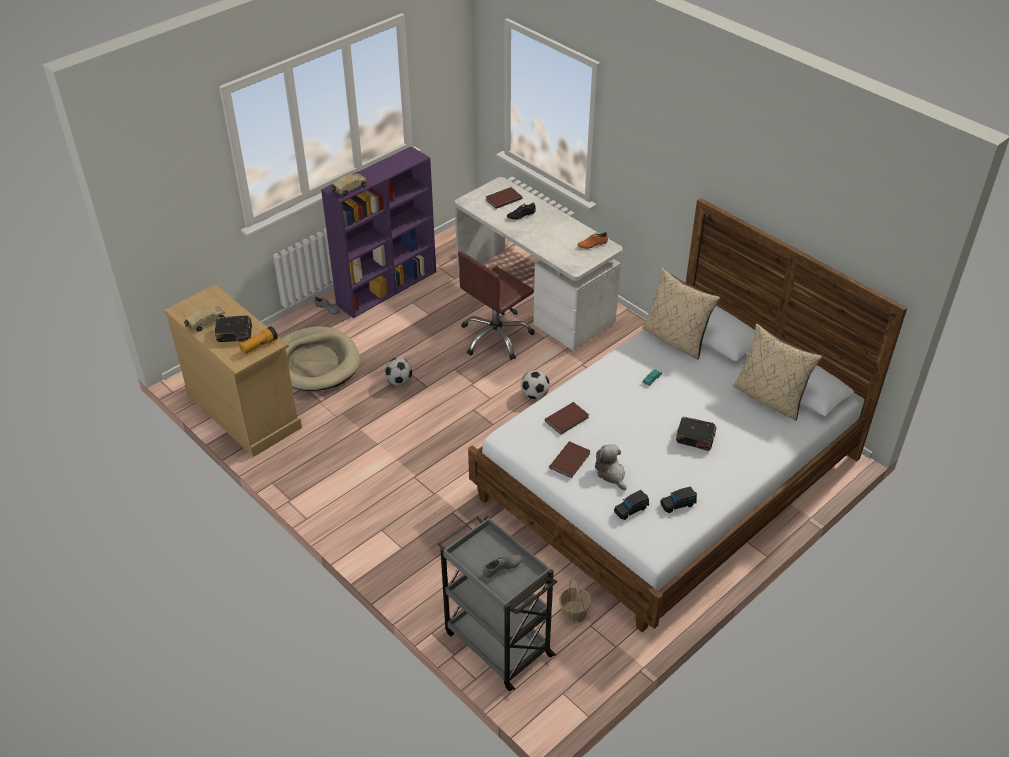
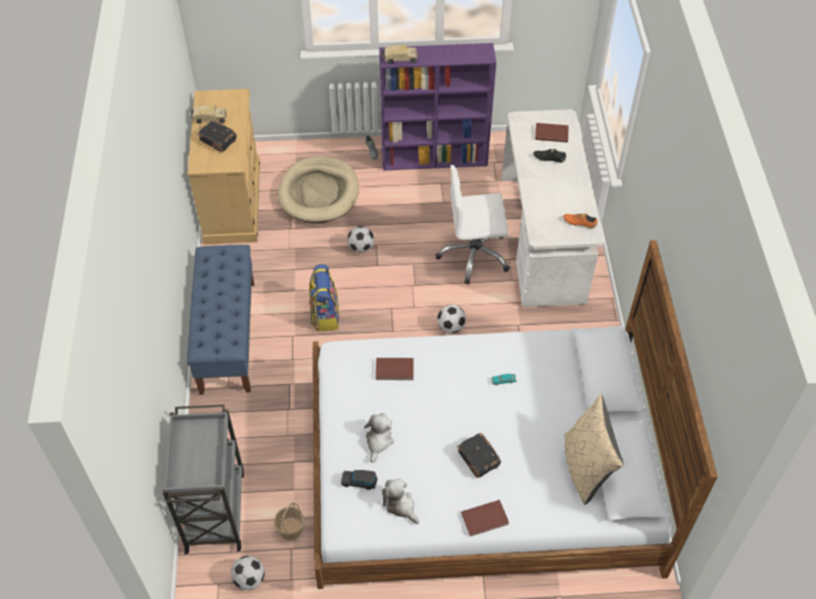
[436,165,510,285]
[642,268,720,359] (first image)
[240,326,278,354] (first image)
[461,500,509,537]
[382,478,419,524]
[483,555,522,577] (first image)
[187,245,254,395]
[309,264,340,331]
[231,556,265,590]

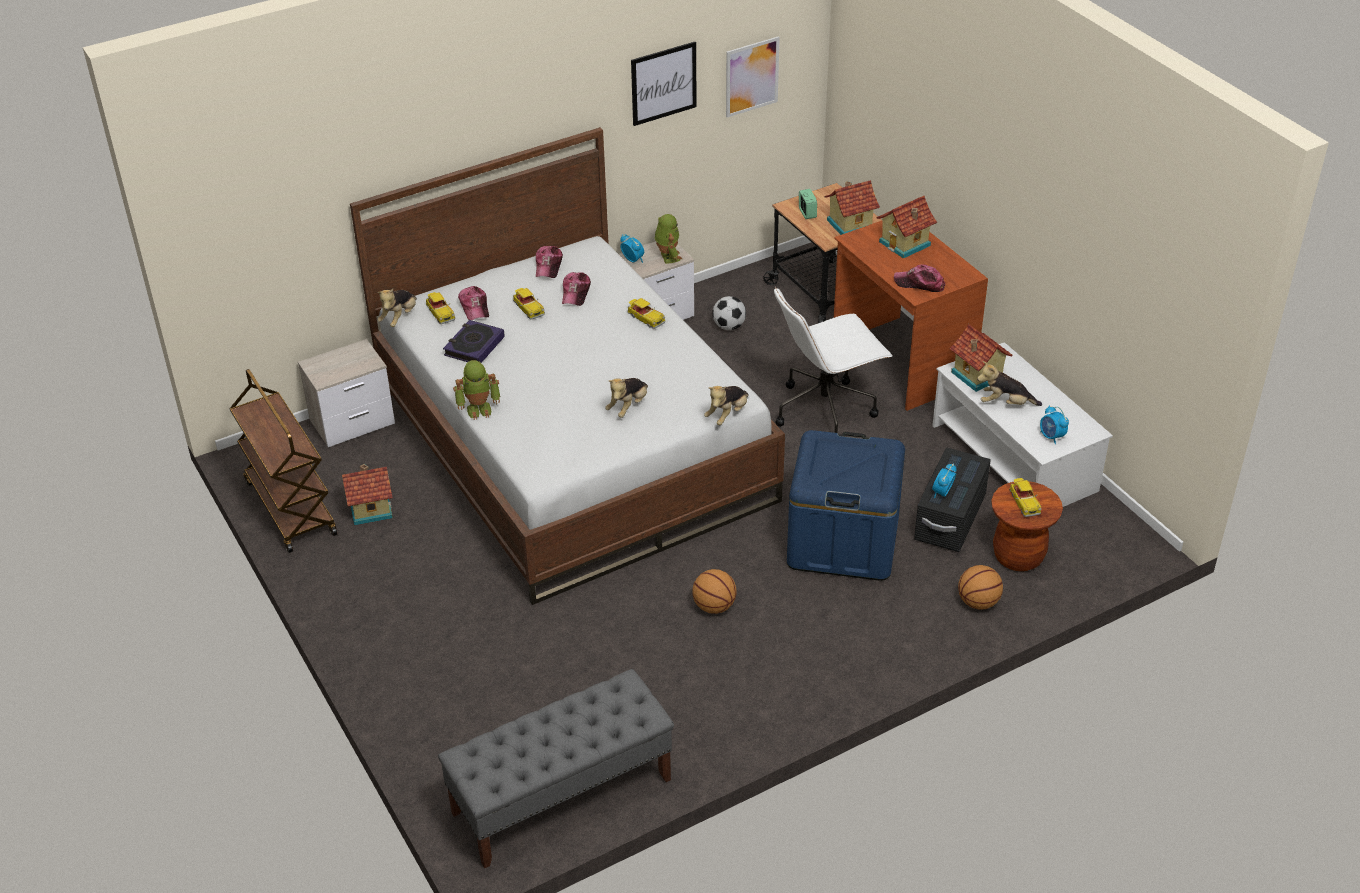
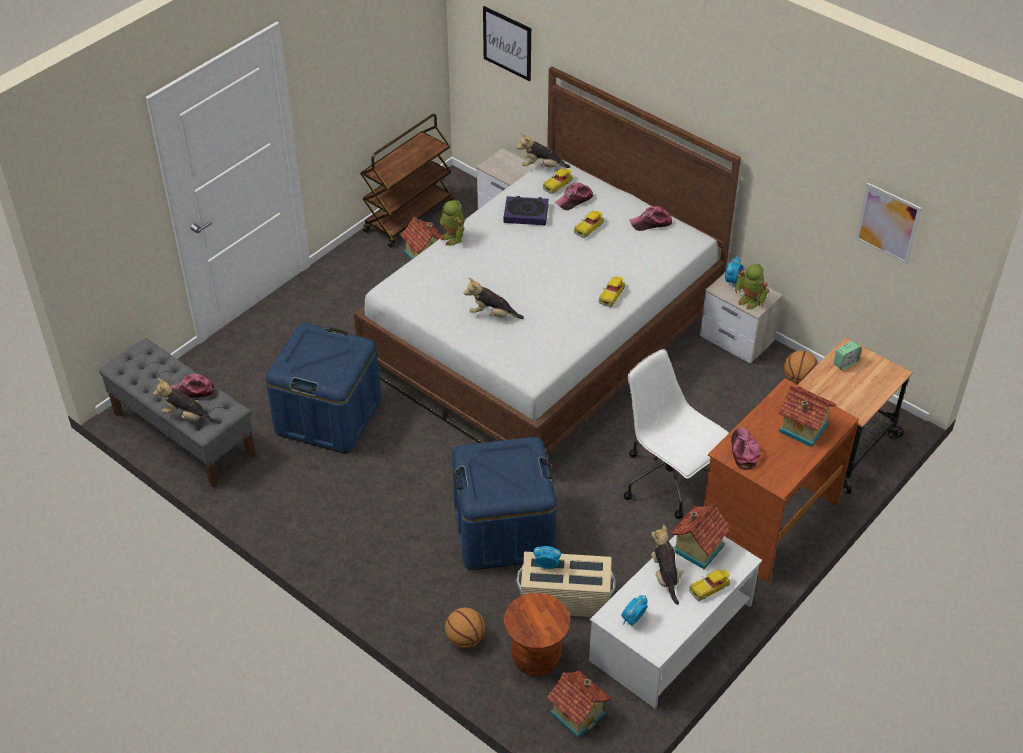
[483,6,531,81]
[547,671,611,738]
[735,264,769,310]
[171,374,214,398]
[712,296,746,330] (first image)
[153,378,218,423]
[516,552,616,617]
[689,569,730,601]
[784,350,818,385]
[265,323,381,453]

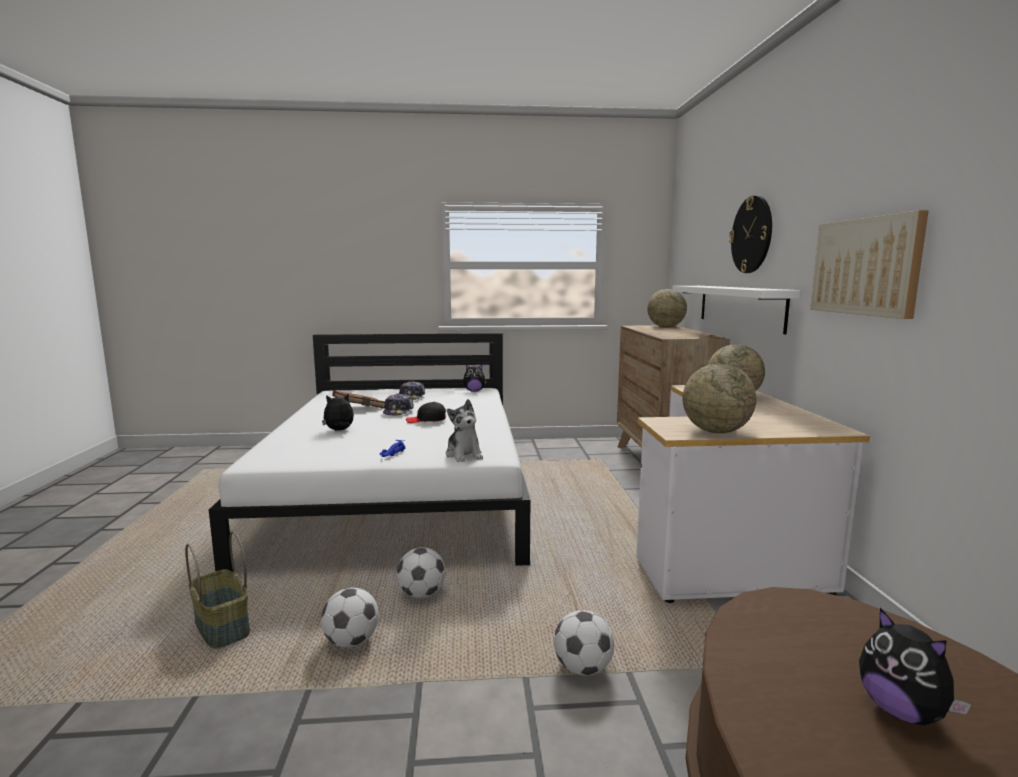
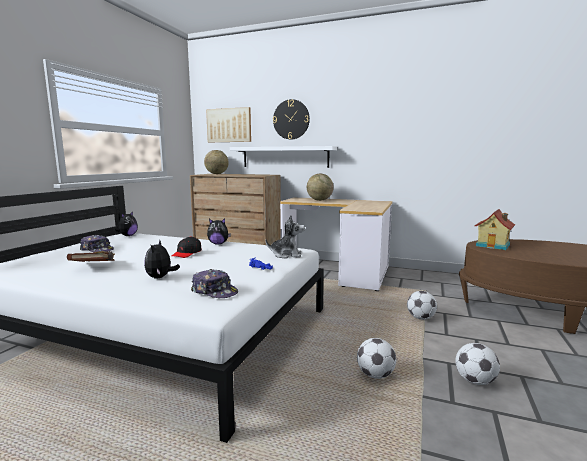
[206,107,251,142]
[683,364,756,433] (first image)
[191,269,238,298]
[185,531,250,648] (first image)
[455,343,500,385]
[207,219,231,244]
[475,209,515,250]

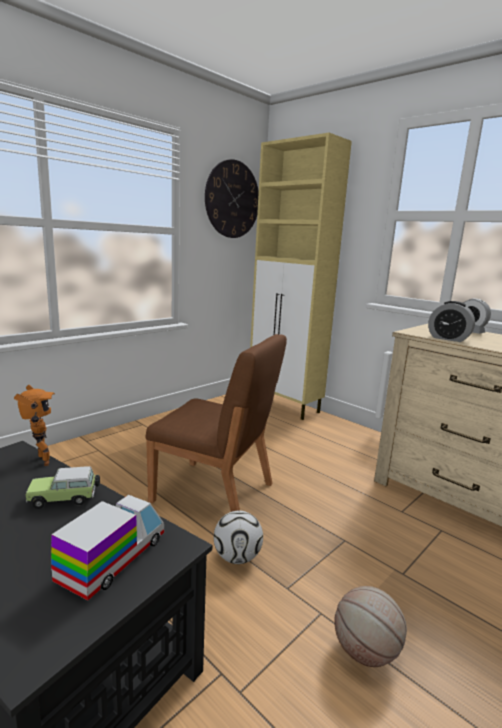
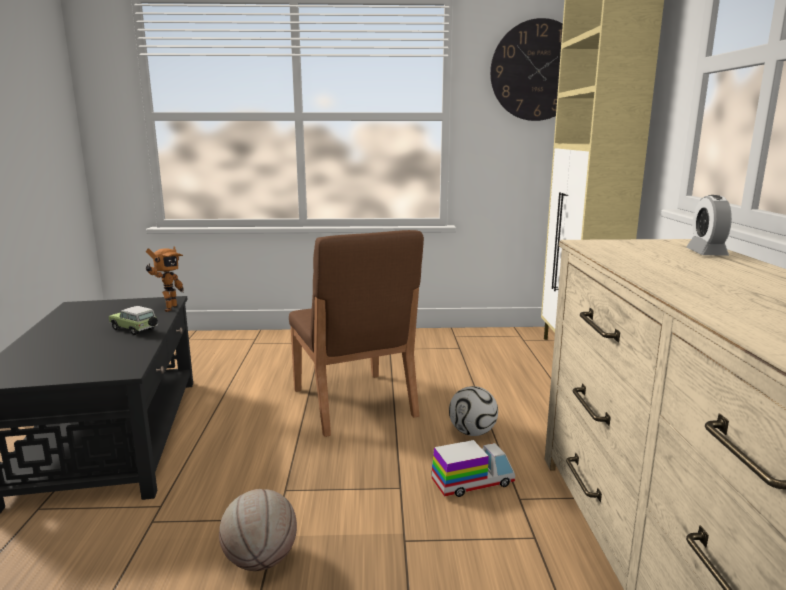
[428,301,475,342] (first image)
[432,440,515,497]
[449,386,498,436]

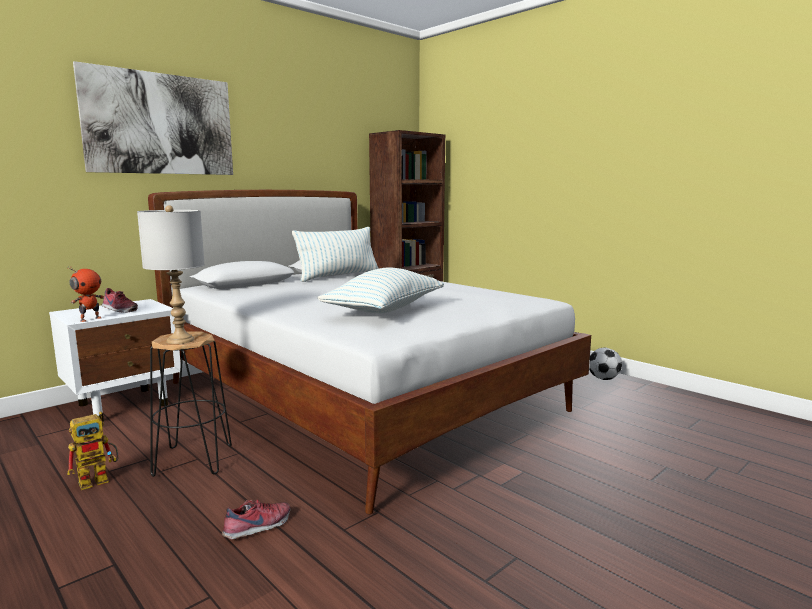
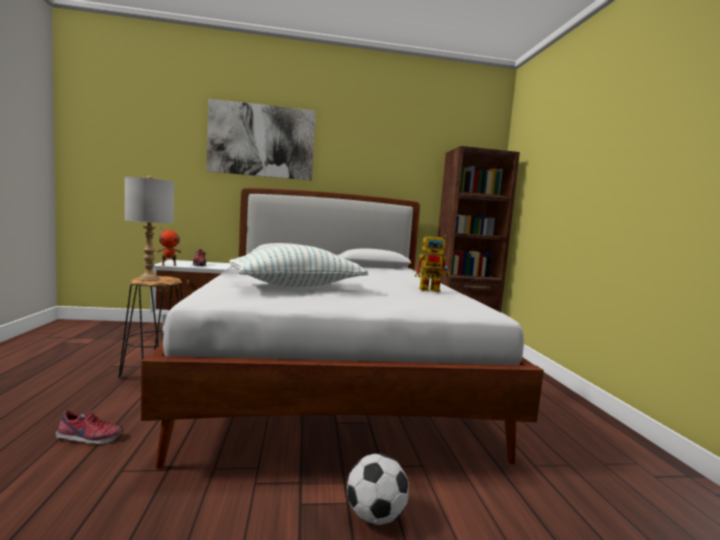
[292,227,379,282] (first image)
[347,453,409,525]
[415,235,450,292]

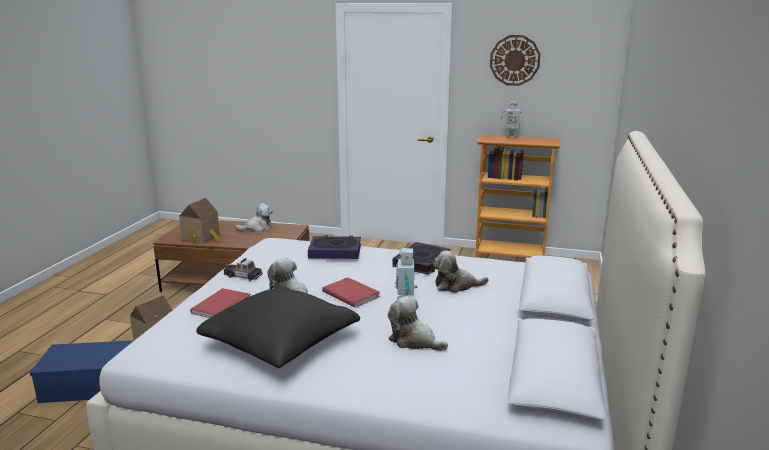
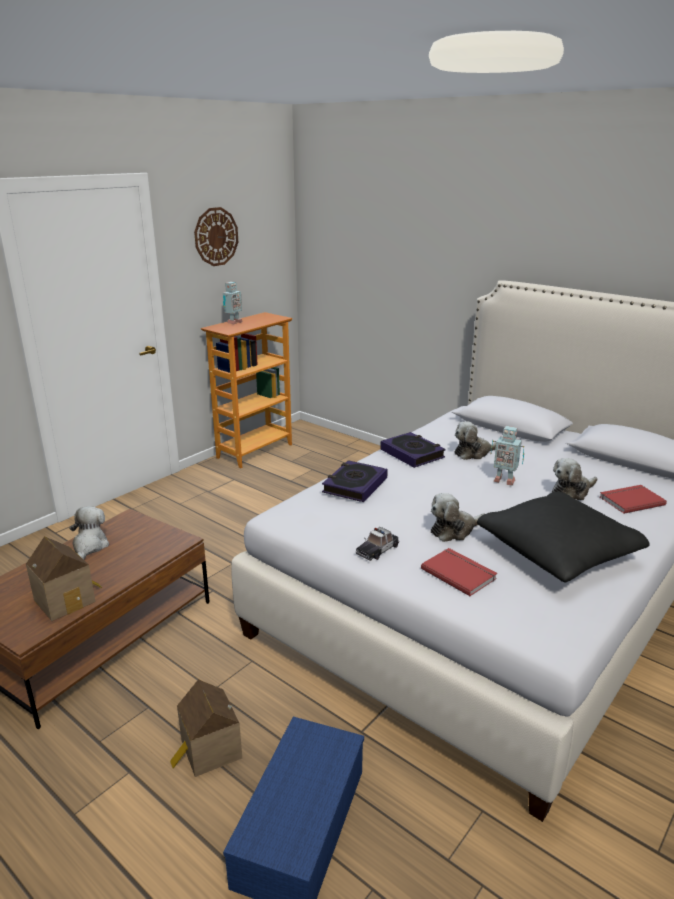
[455,421,496,460]
[600,485,667,514]

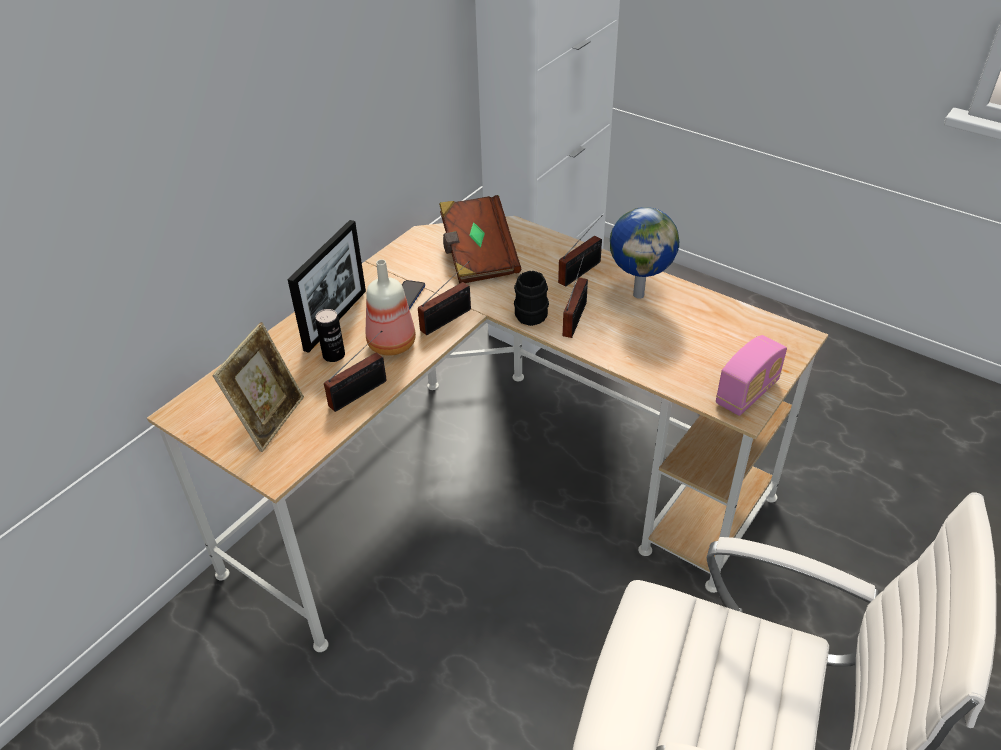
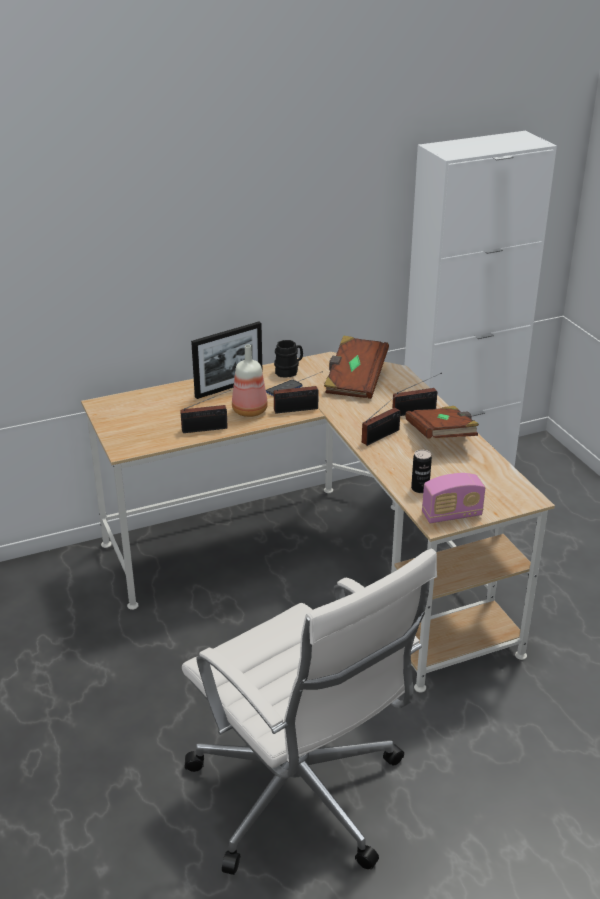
[405,406,479,439]
[274,340,303,378]
[411,450,432,493]
[212,322,304,452] (first image)

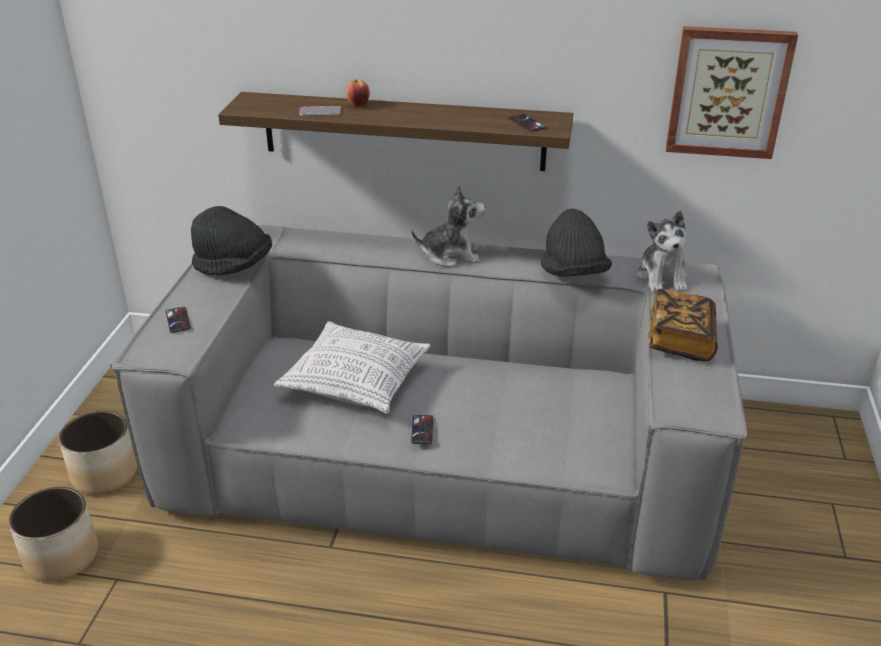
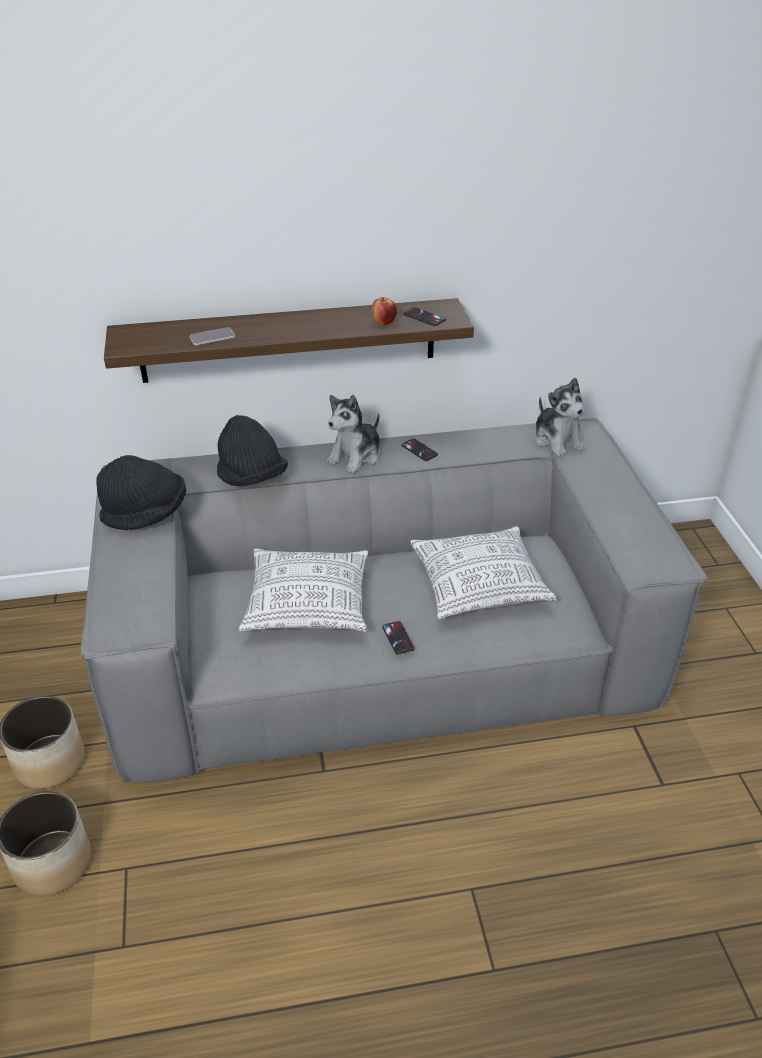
[666,26,798,159] (first image)
[371,297,397,326]
[327,395,381,474]
[217,415,288,486]
[647,289,718,362] (first image)
[401,438,438,461]
[410,526,557,619]

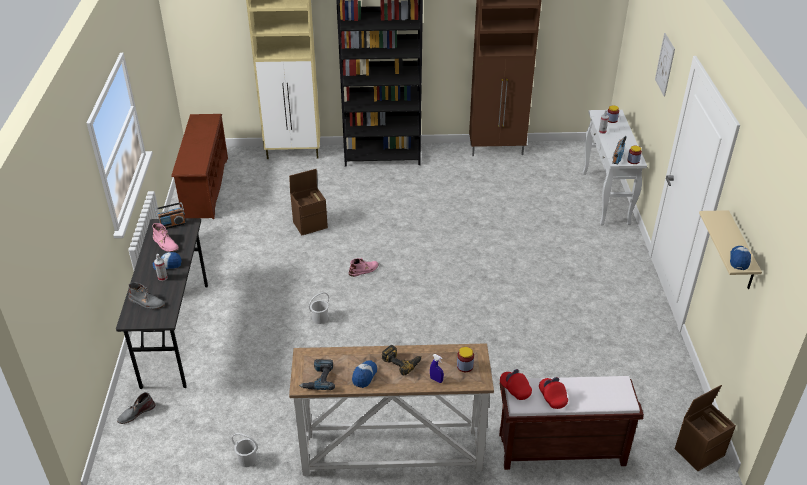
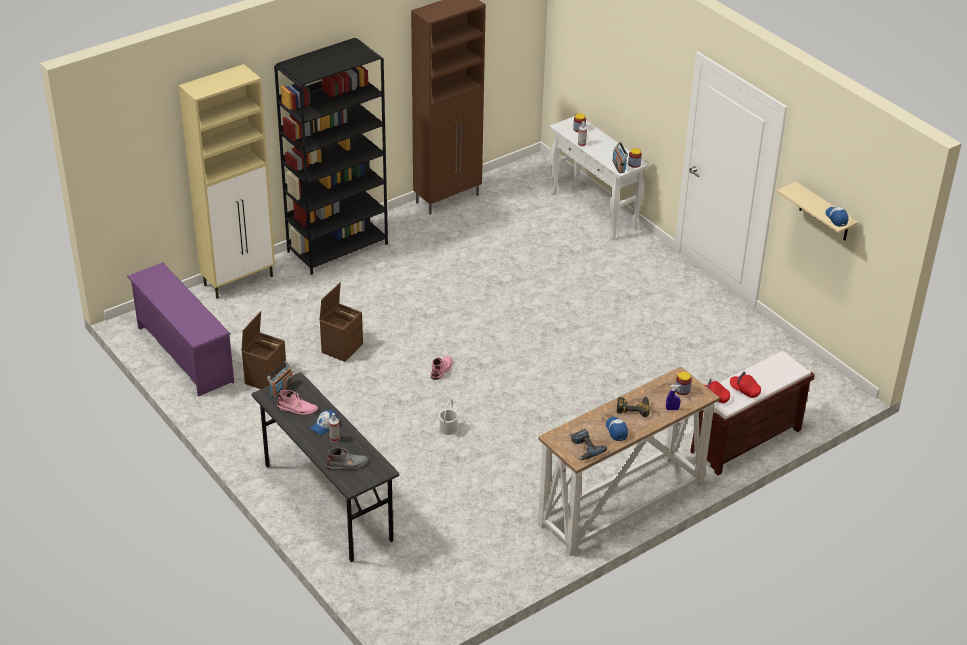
[655,33,675,96] (first image)
[127,262,234,397]
[242,311,286,389]
[117,392,155,424] (first image)
[232,433,258,467] (first image)

